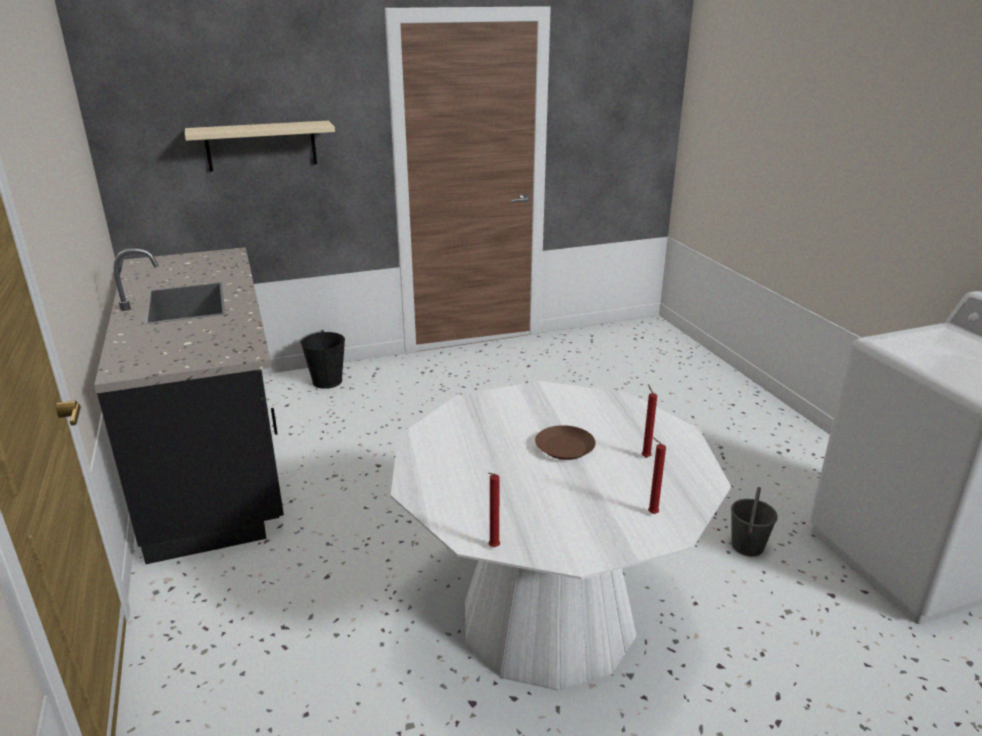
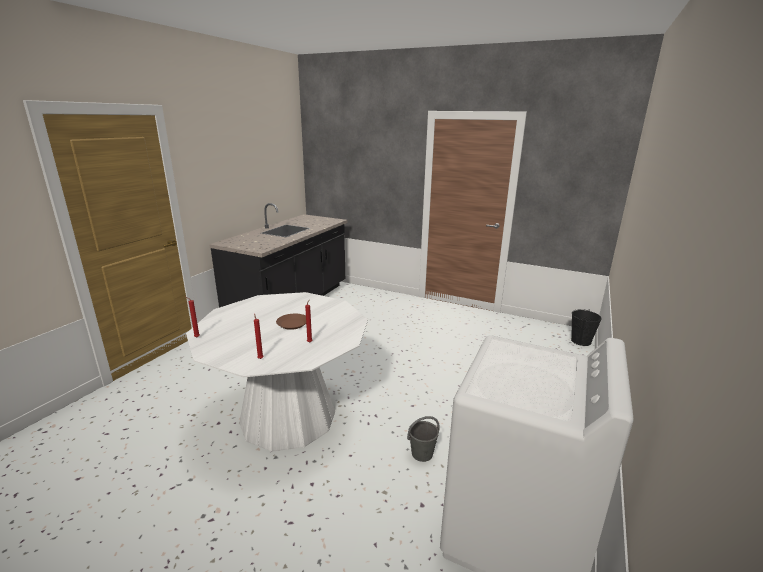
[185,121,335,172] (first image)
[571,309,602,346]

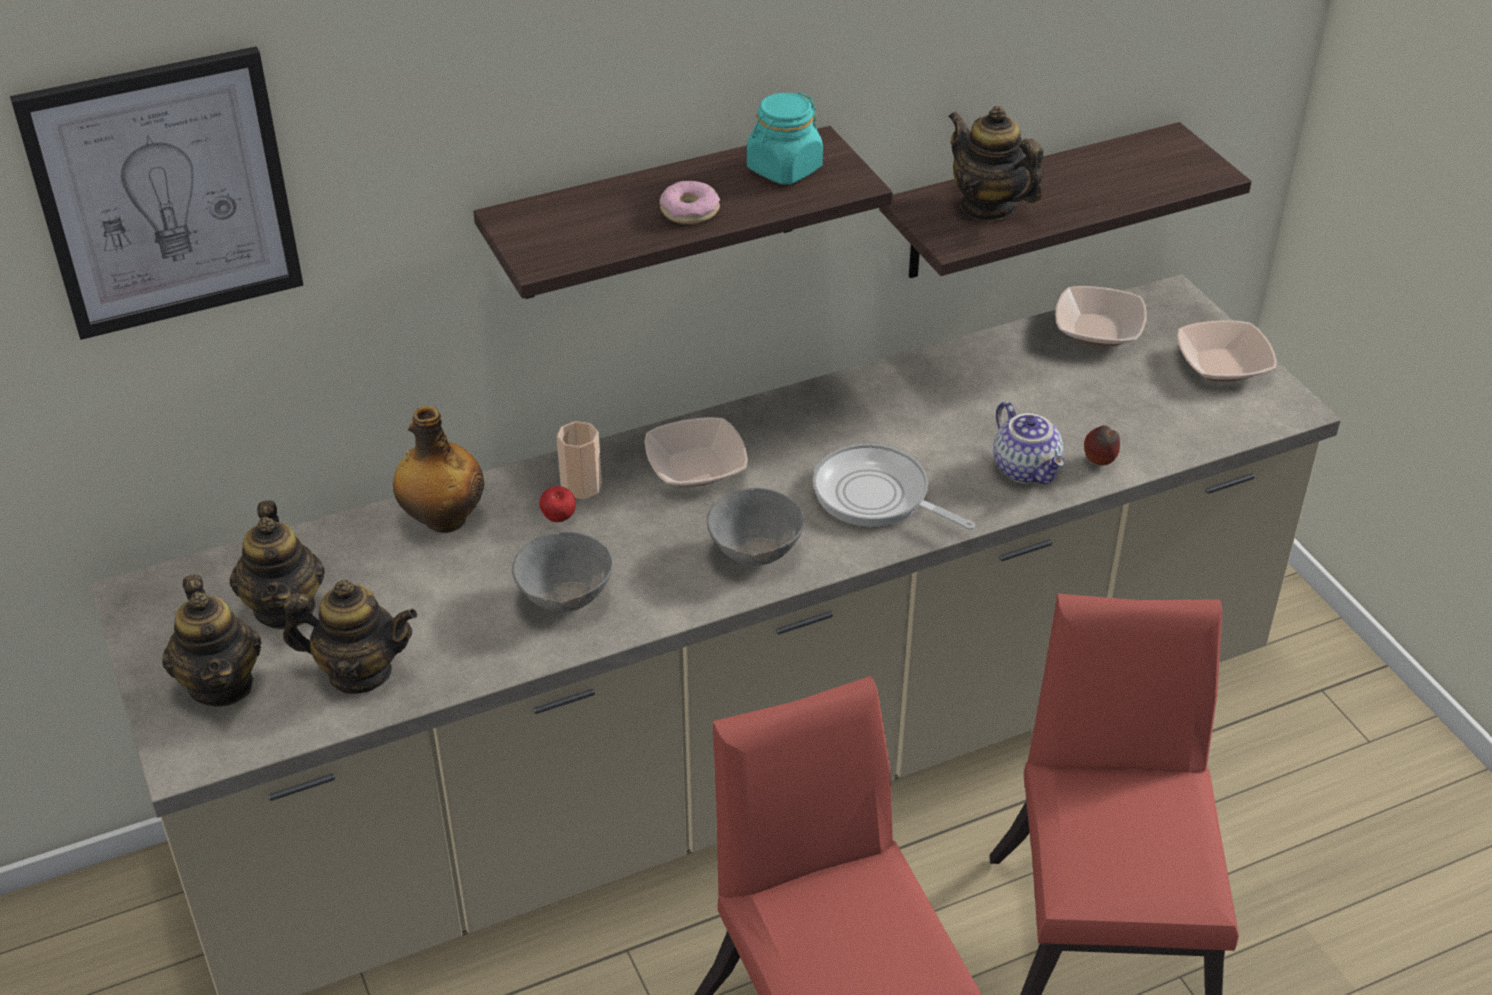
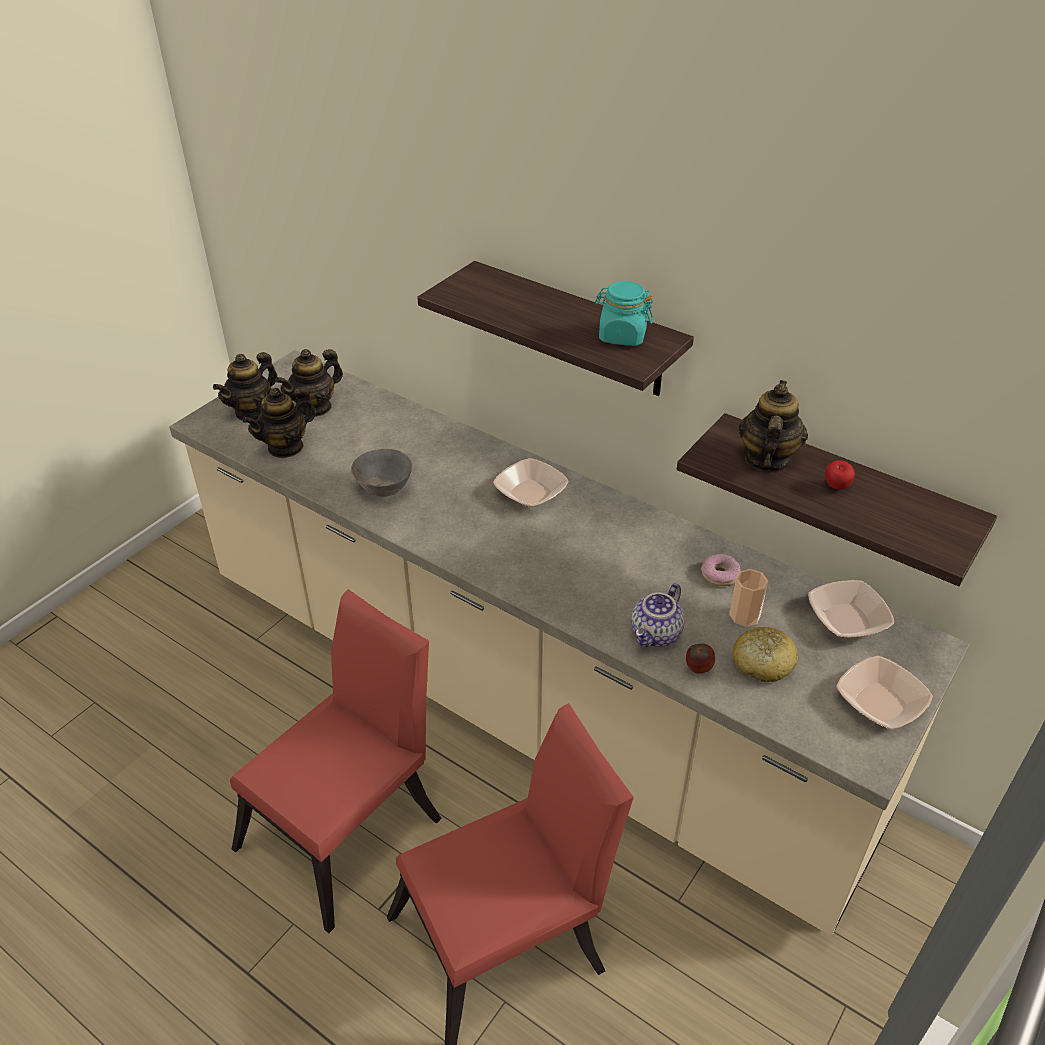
[10,46,303,340] (first image)
[701,554,740,586]
[393,406,484,533] (first image)
[729,569,768,627]
[813,444,975,530] (first image)
[825,460,855,489]
[706,488,804,566] (first image)
[242,387,316,458]
[732,627,798,682]

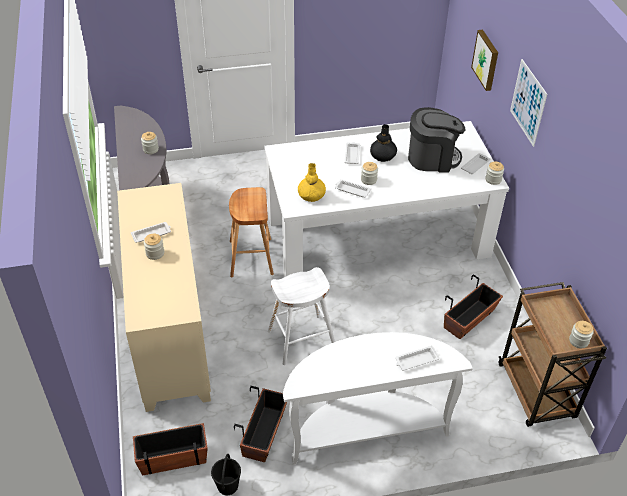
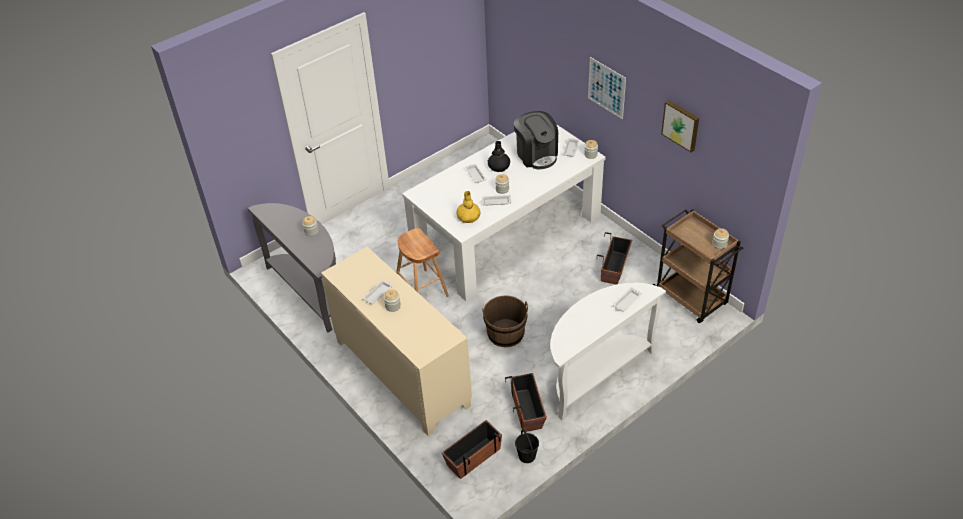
[661,100,699,153]
[514,111,558,169]
[482,296,528,347]

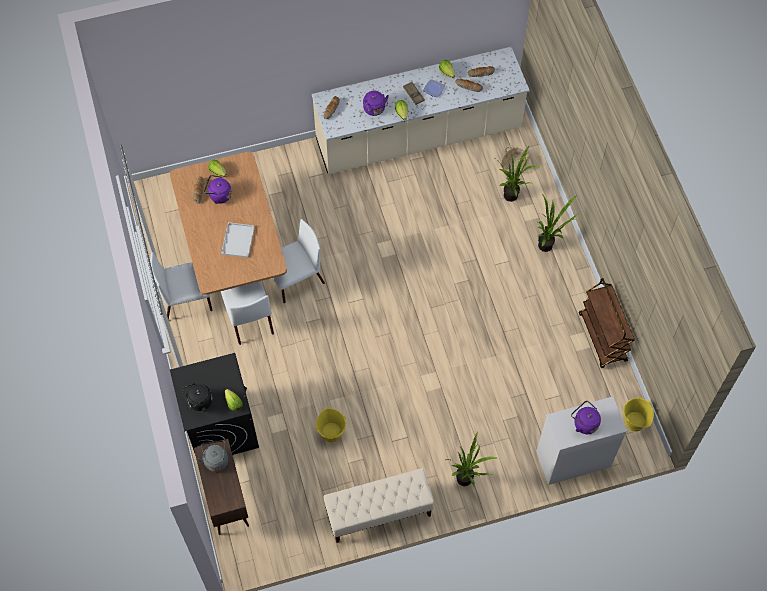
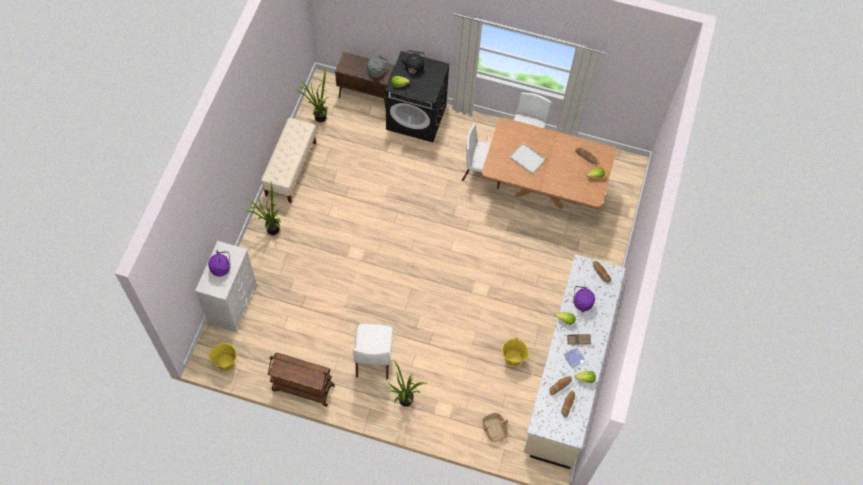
[295,68,329,122]
[204,175,232,204] (first image)
[353,324,393,380]
[502,337,529,366]

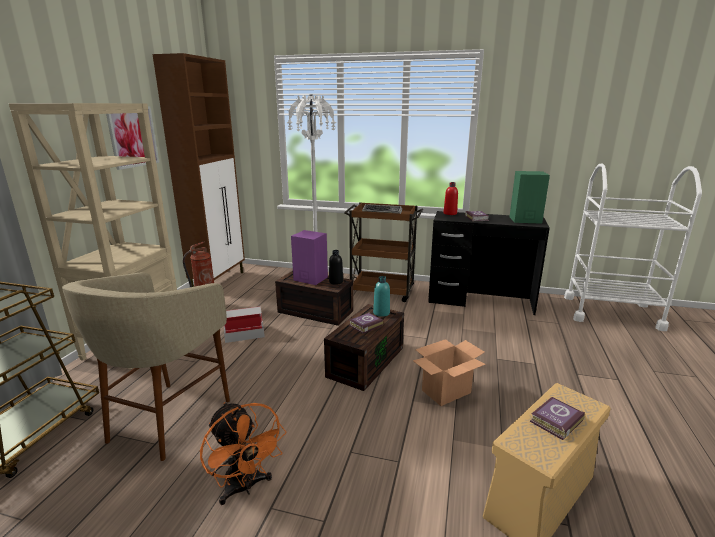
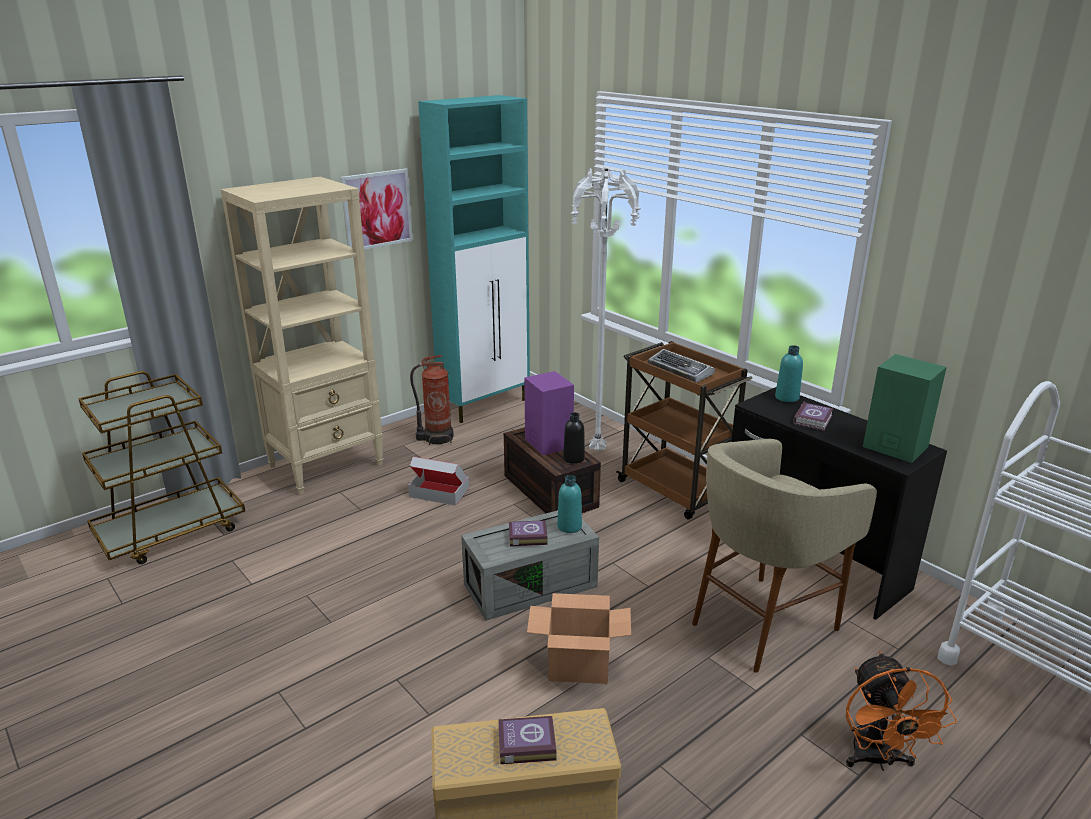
[418,95,530,423]
[775,345,803,402]
[692,439,877,672]
[461,510,599,621]
[846,652,957,771]

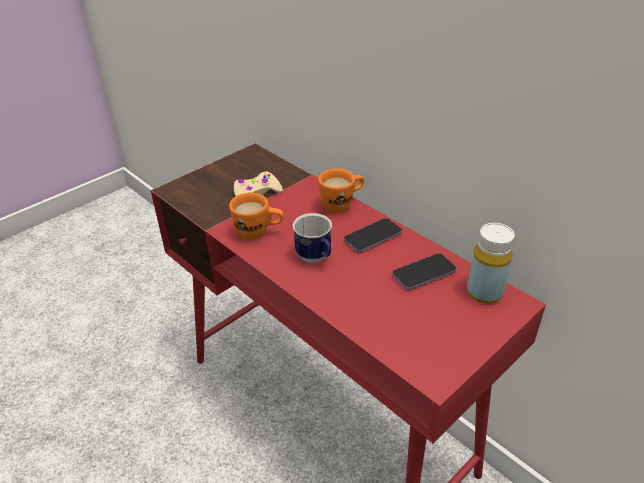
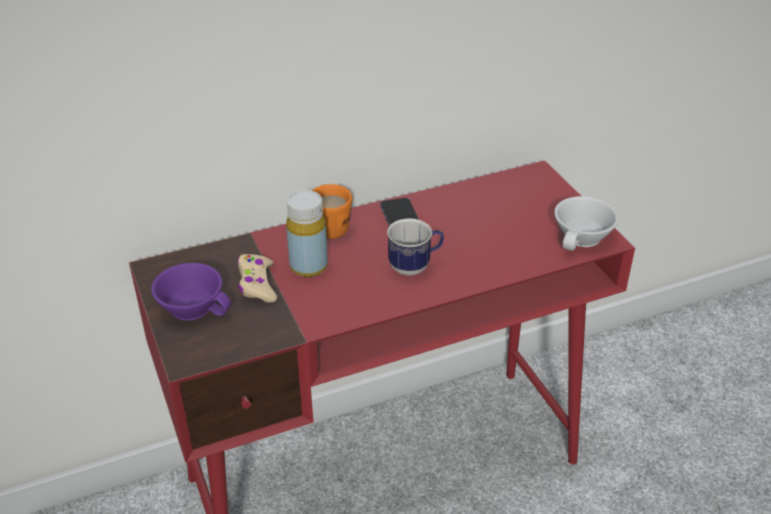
[229,193,284,240] (first image)
[286,190,328,277]
[392,253,456,290] (first image)
[554,196,619,251]
[151,263,231,321]

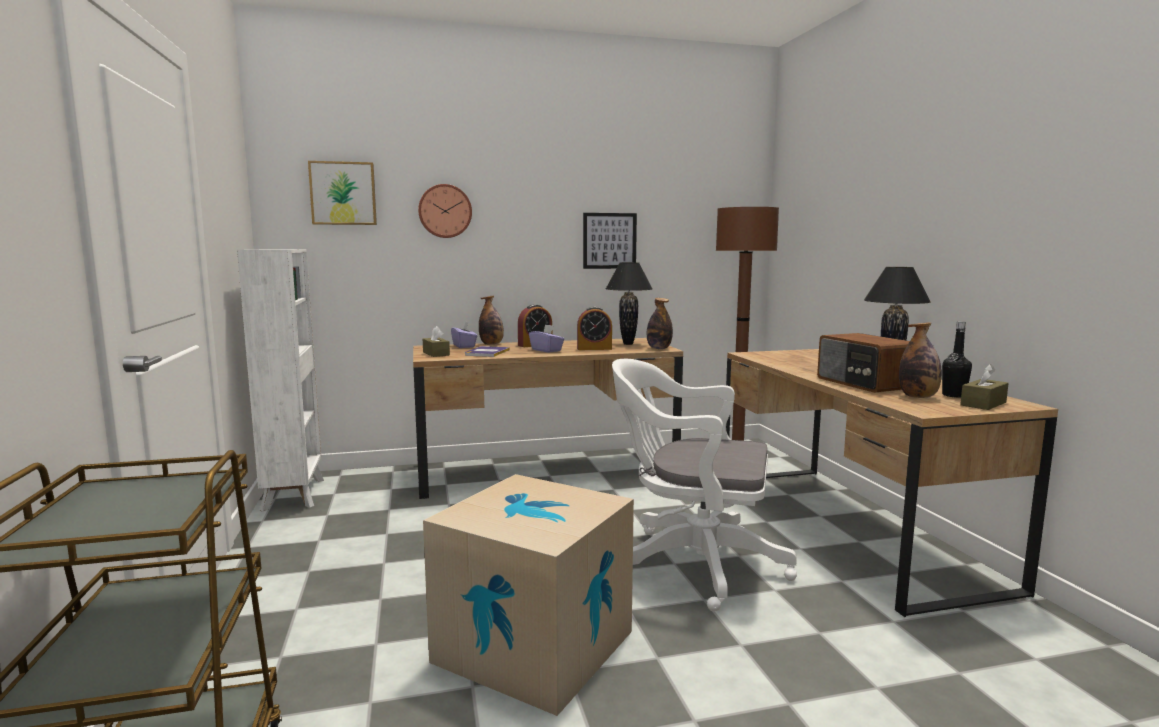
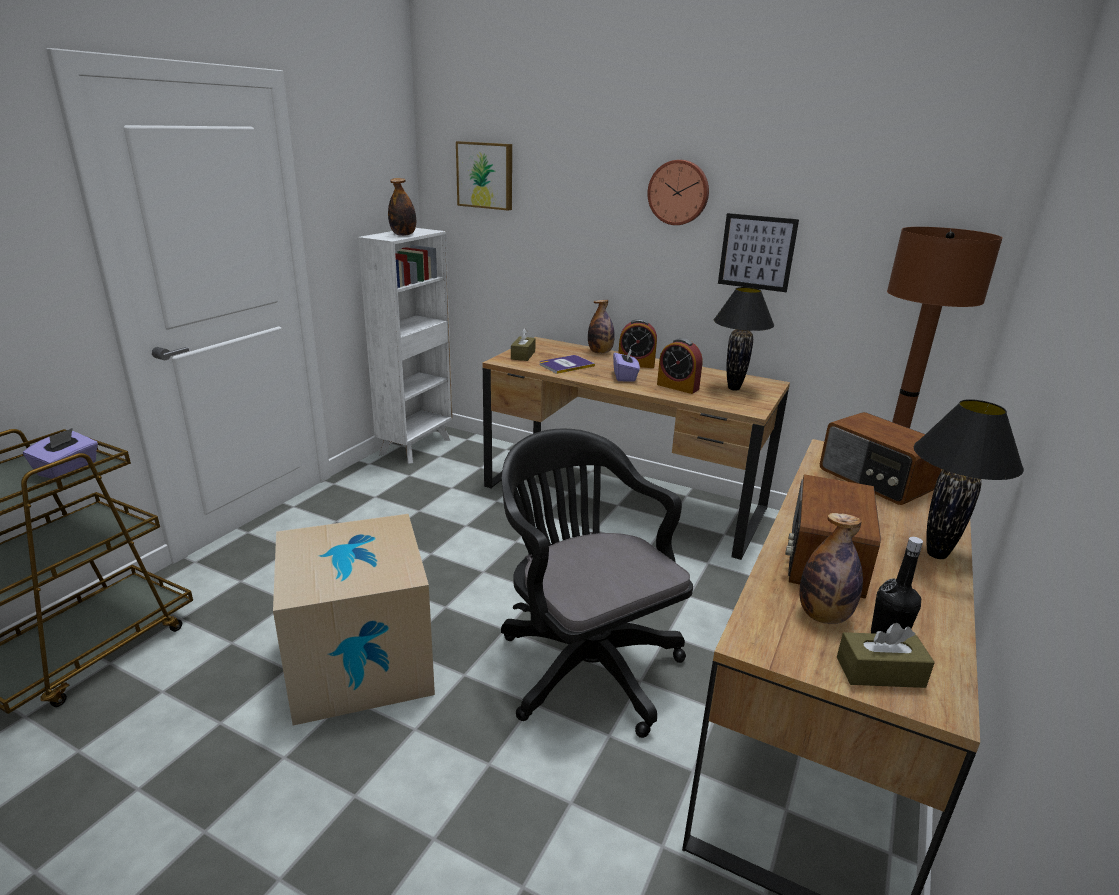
[647,160,709,225]
[388,178,416,236]
[23,428,98,479]
[501,428,693,738]
[820,412,942,505]

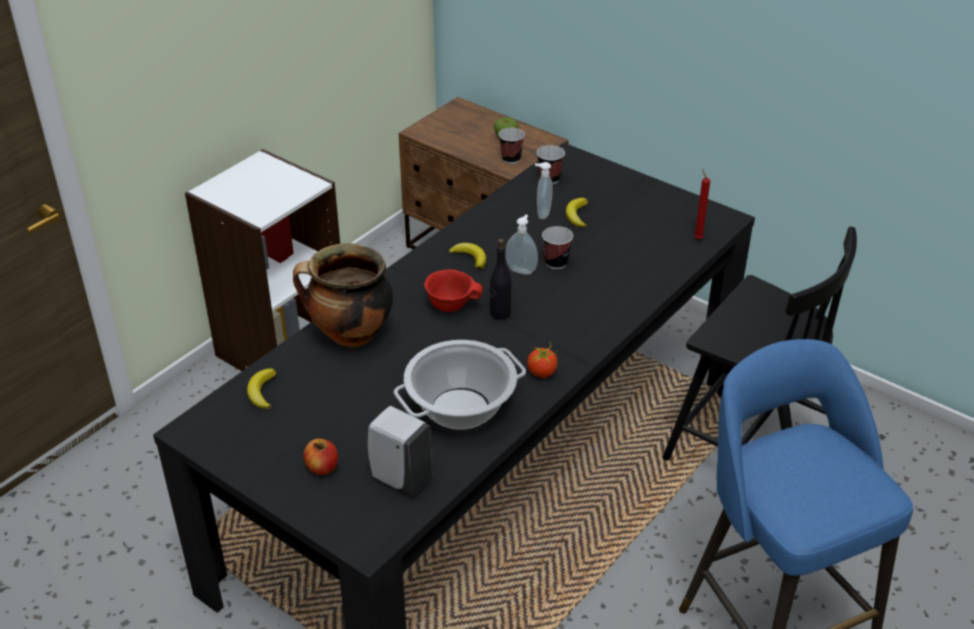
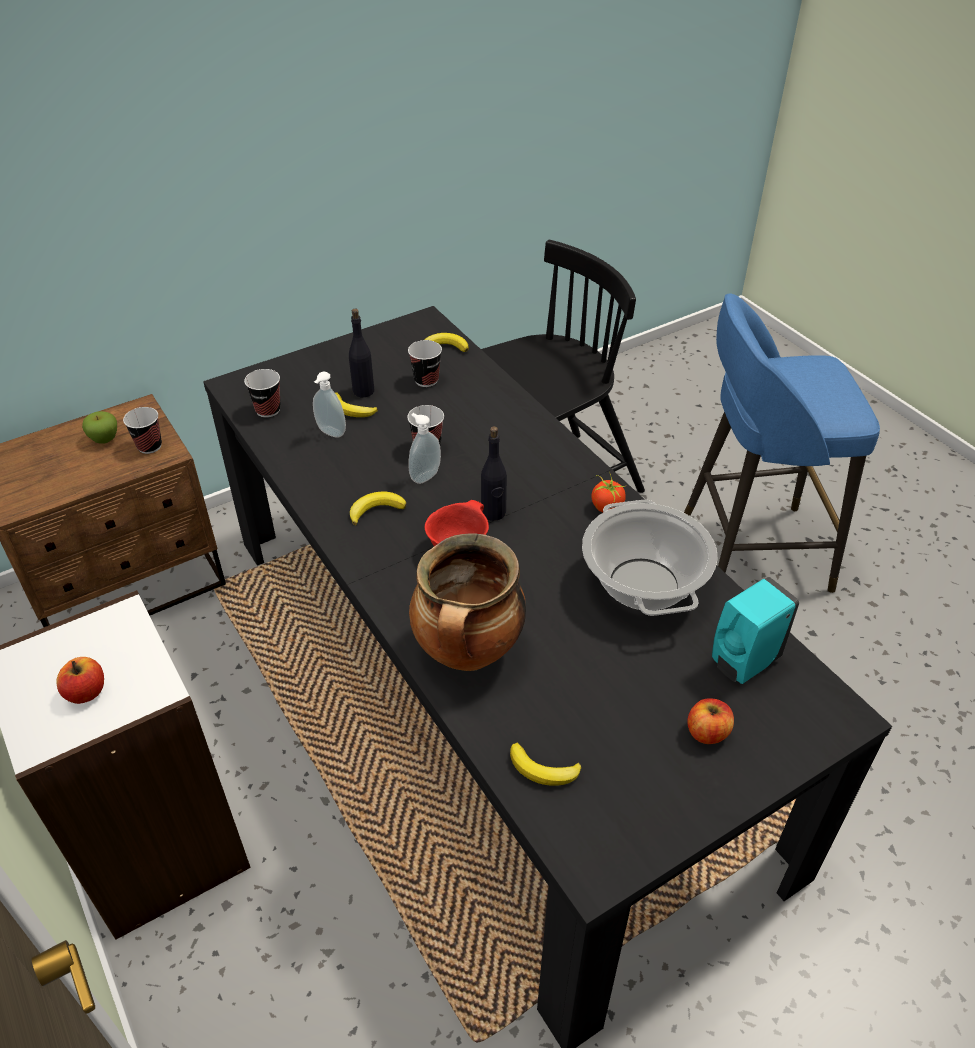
[424,333,469,352]
[712,577,799,684]
[349,309,374,397]
[408,340,442,387]
[56,657,104,704]

